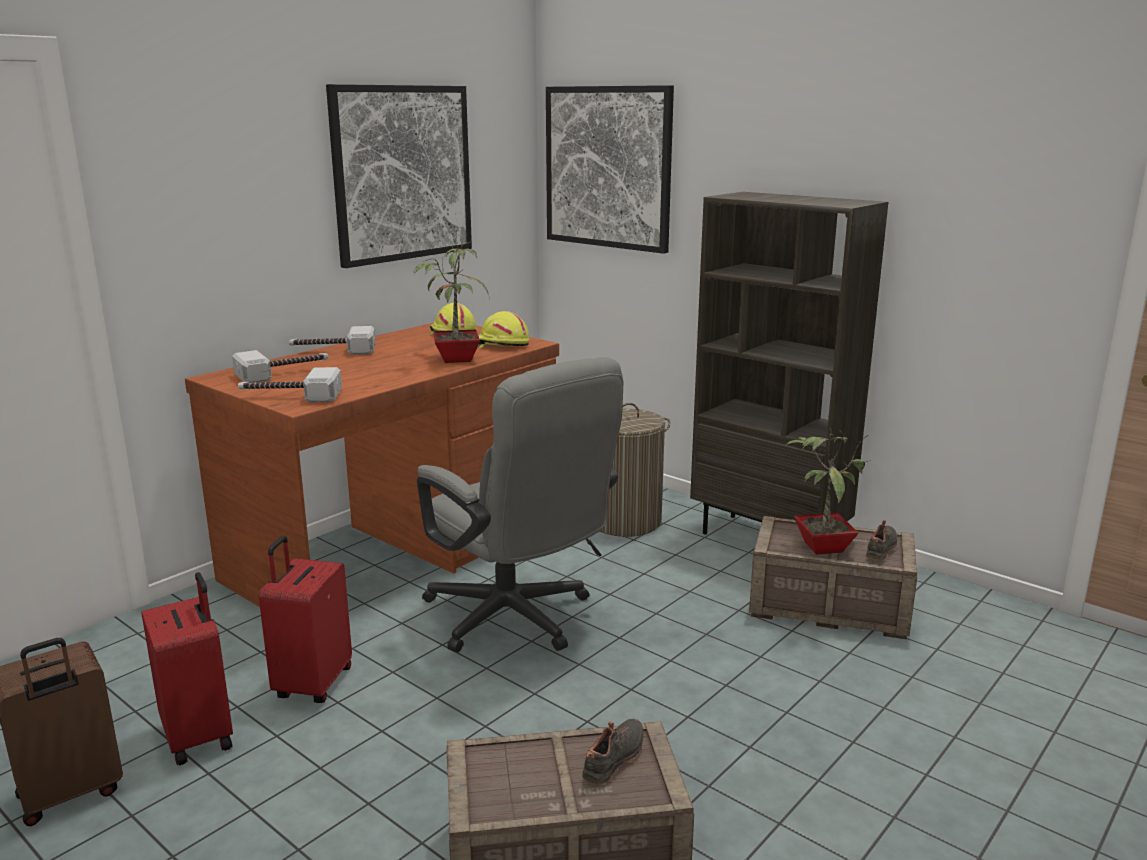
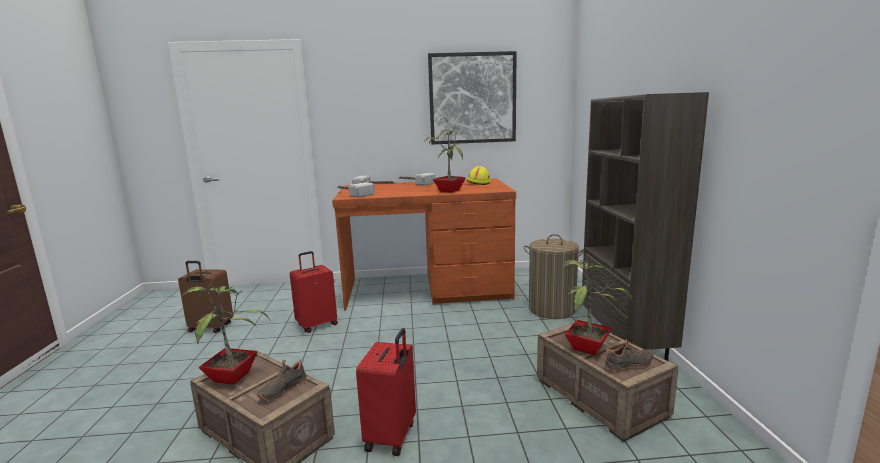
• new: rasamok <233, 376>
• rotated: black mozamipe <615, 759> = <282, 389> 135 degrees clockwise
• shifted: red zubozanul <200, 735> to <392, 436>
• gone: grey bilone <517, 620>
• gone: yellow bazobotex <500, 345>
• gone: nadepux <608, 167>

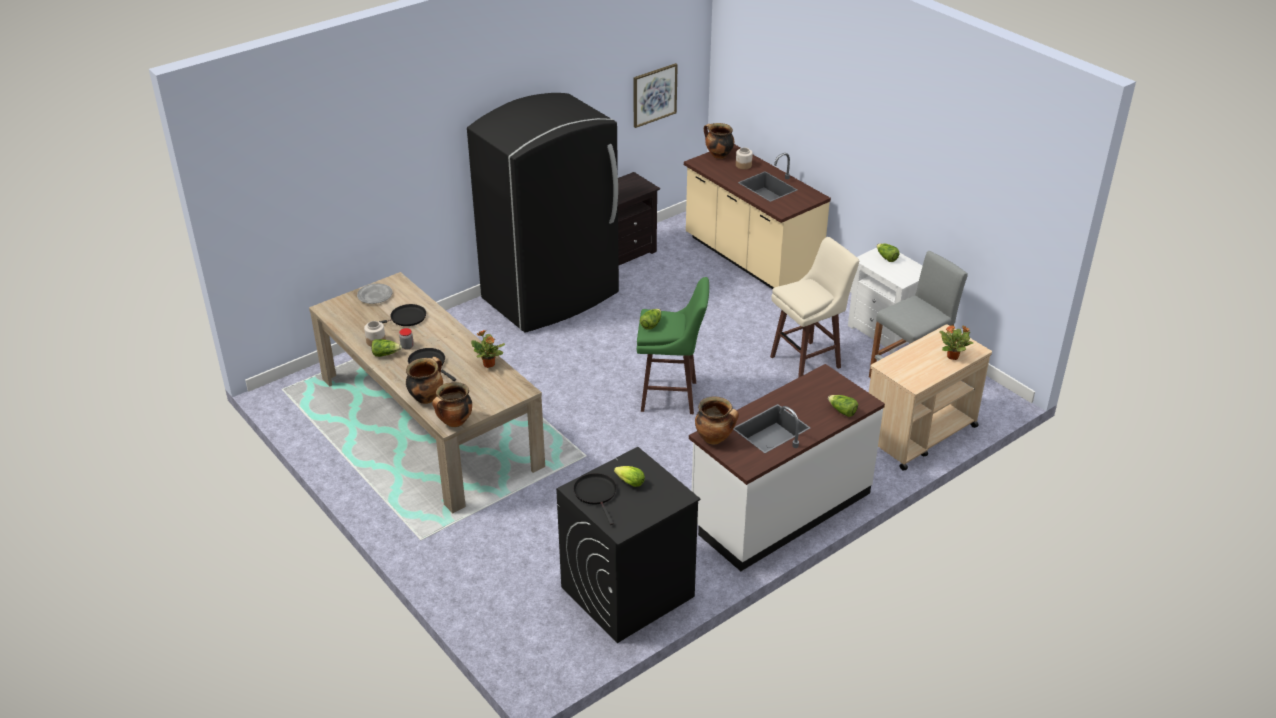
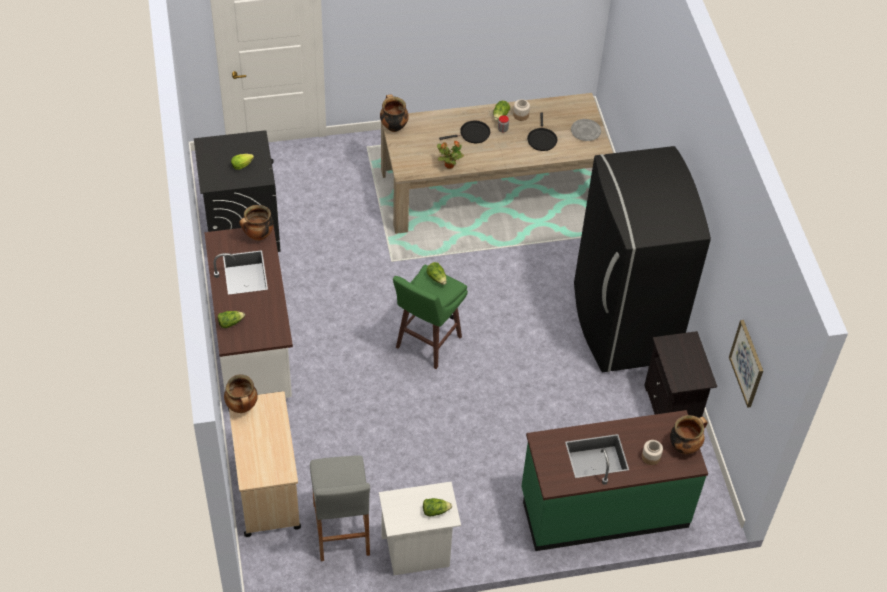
• shifted: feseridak <426, 397> to <242, 407>
• repainted: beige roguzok <750, 260> to green roguzok <603, 508>
• gone: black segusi <596, 494>
• gone: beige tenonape <807, 362>
• gone: rasamok <953, 356>

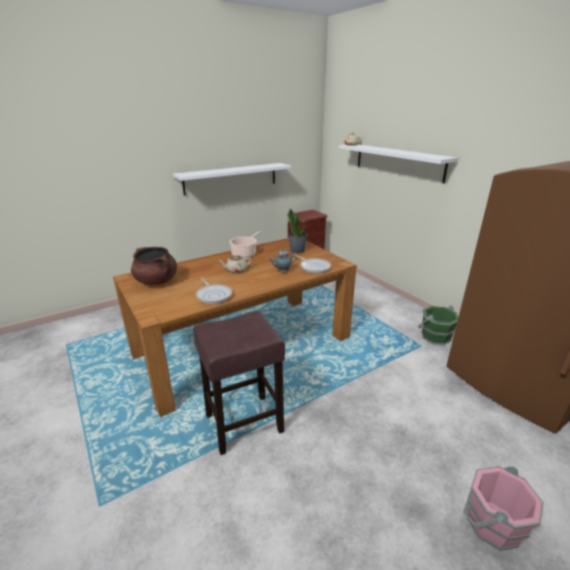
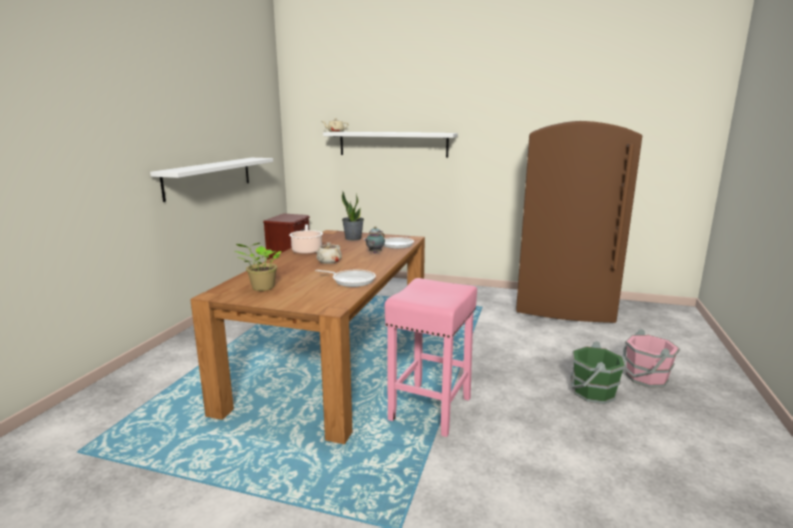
• swapped: brown feseridak <157, 281> to rasamok <261, 288>
• repainted: brown tenonape <242, 424> to pink tenonape <430, 410>
• shifted: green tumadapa <435, 336> to <592, 392>

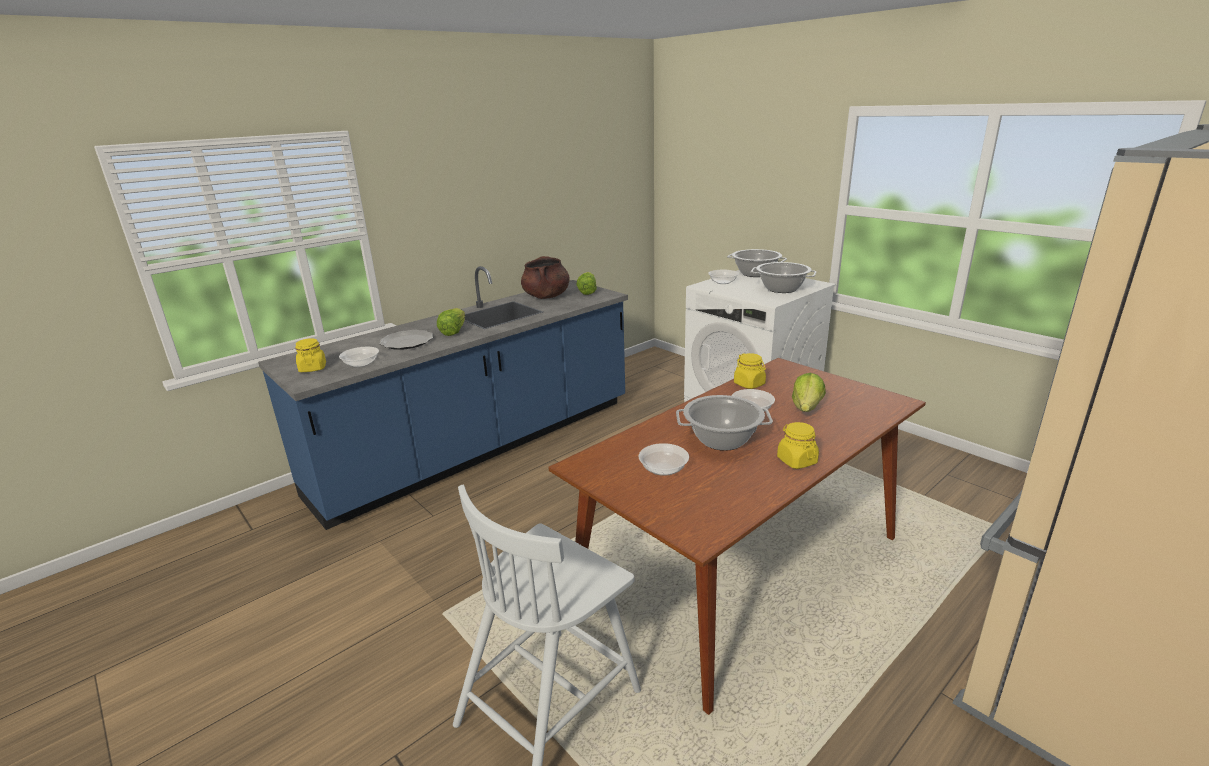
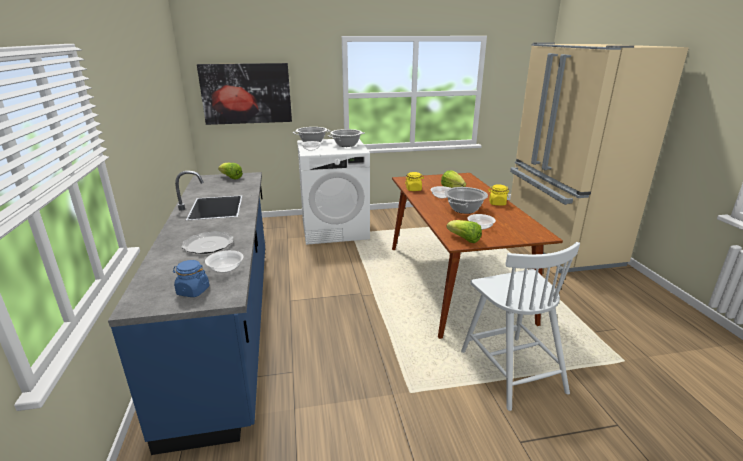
• repainted: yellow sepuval <313, 368> to blue sepuval <193, 291>
• new: nadepux <246, 93>
• shifted: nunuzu <453, 331> to <464, 239>
• gone: brown feseridak <546, 296>

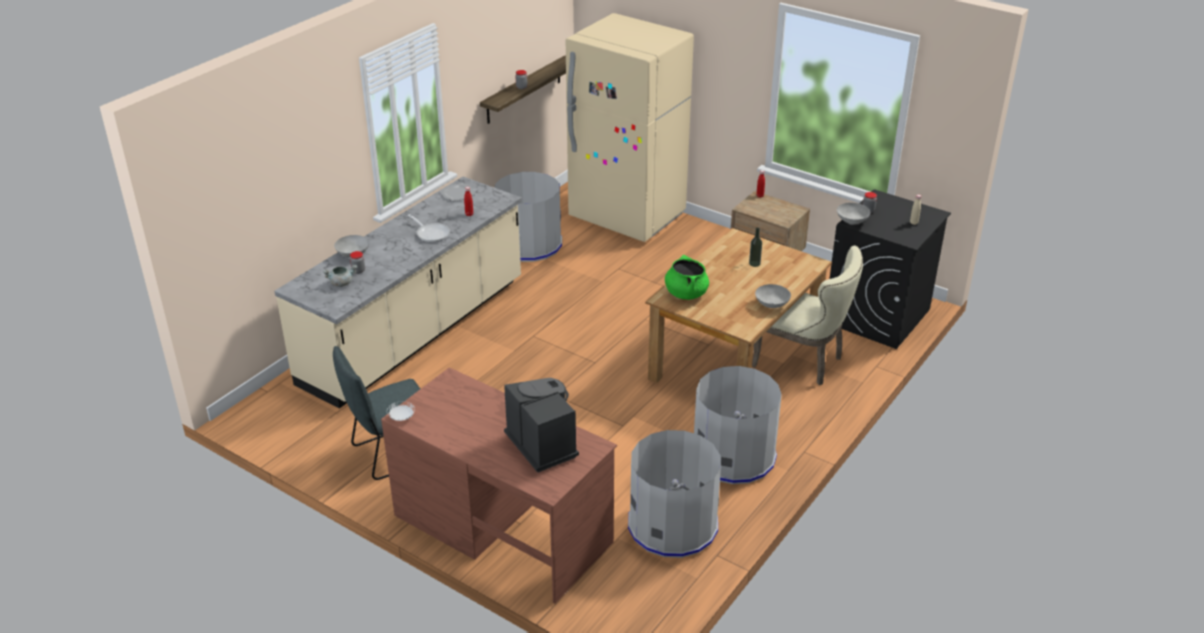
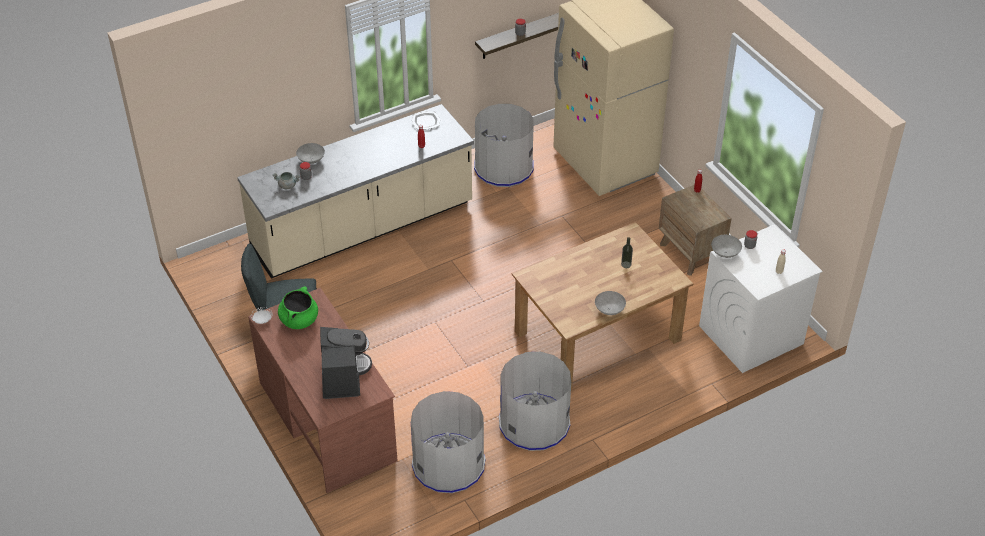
• shifted: green feseridak <686, 293> to <299, 320>
• repainted: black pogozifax <877, 316> to white pogozifax <750, 335>
• gone: segusi <431, 233>
• gone: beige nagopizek <803, 362>

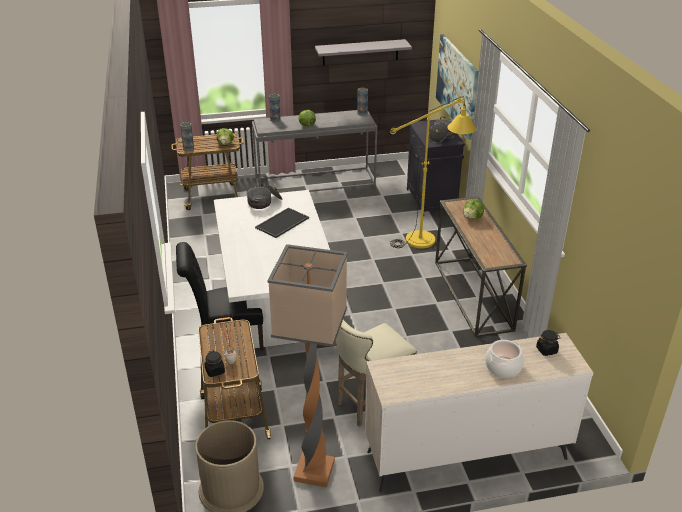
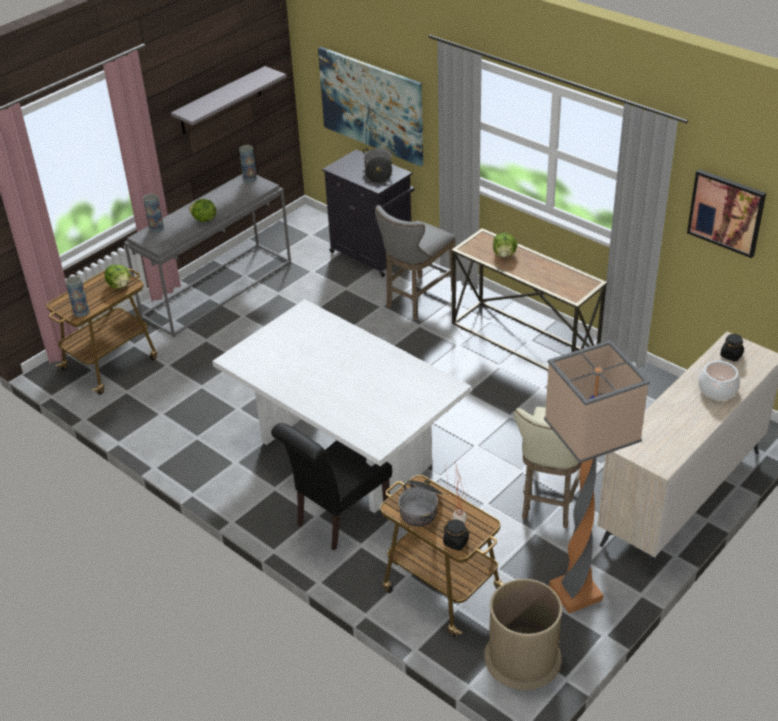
• swapped: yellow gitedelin <428, 239> to grey tenonape <416, 300>
• shifted: feseridak <264, 202> to <421, 508>
• new: nadepux <726, 212>
• gone: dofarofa <282, 223>

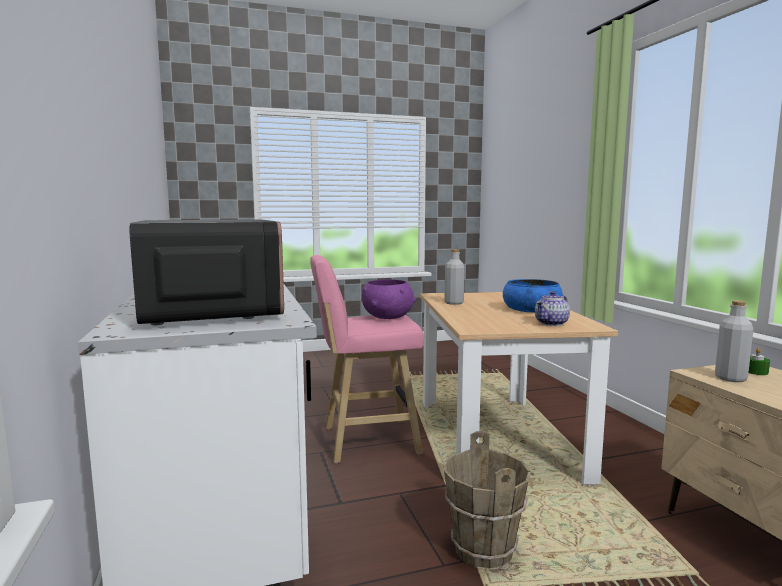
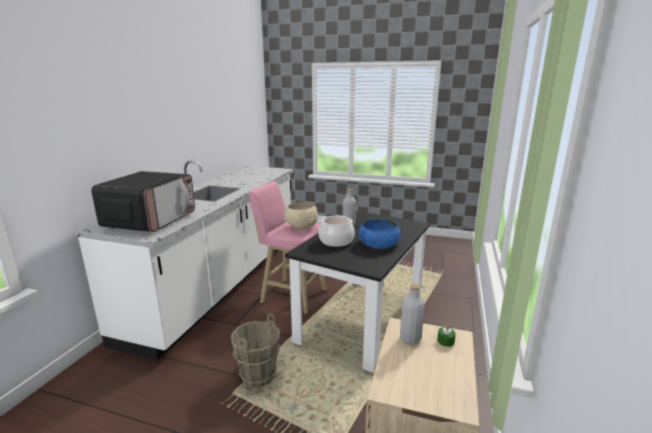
• repainted: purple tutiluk <387, 317> to beige tutiluk <301, 227>
• repainted: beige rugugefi <496, 438> to black rugugefi <361, 320>
• new: feseridak <336, 241>
• gone: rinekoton <552, 323>

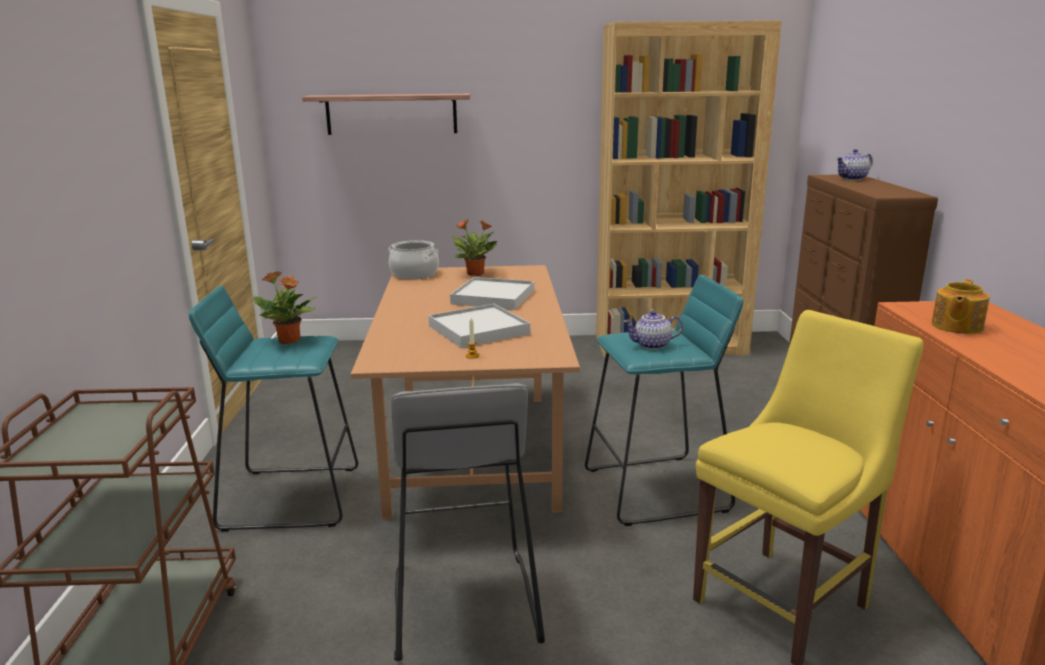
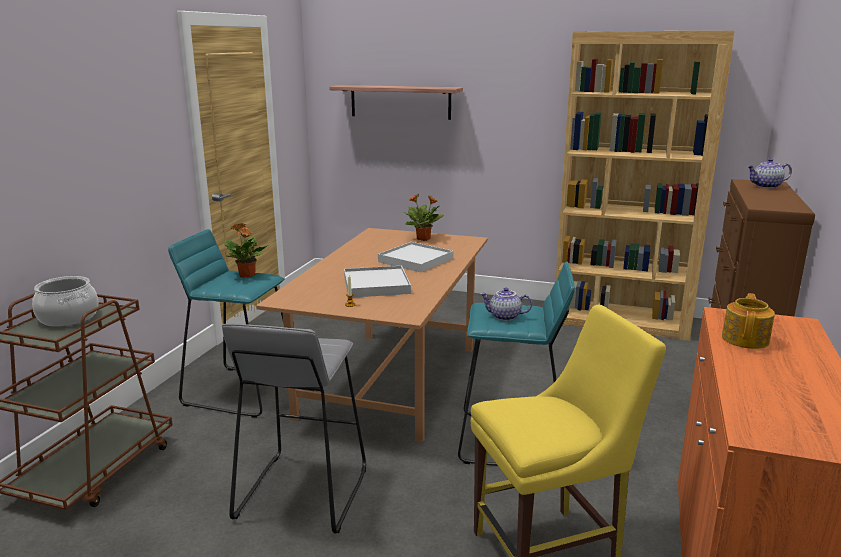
• shifted: feseridak <414, 274> to <68, 317>
• rotated: rinekoton <956, 326> = <746, 339> 150 degrees clockwise

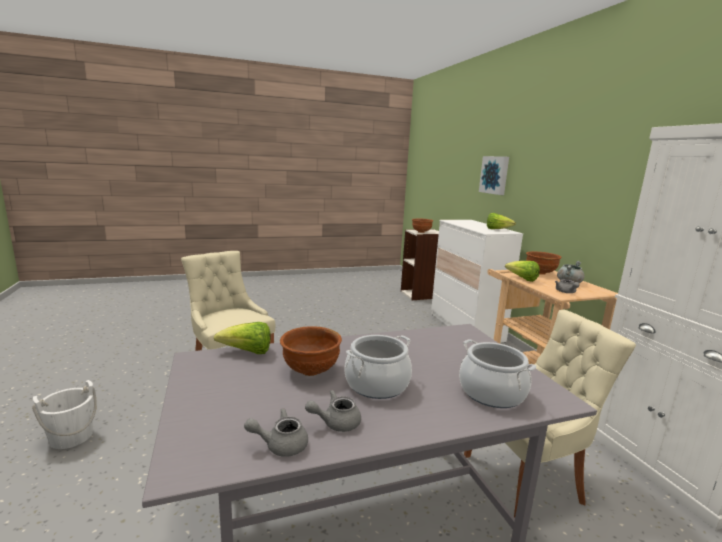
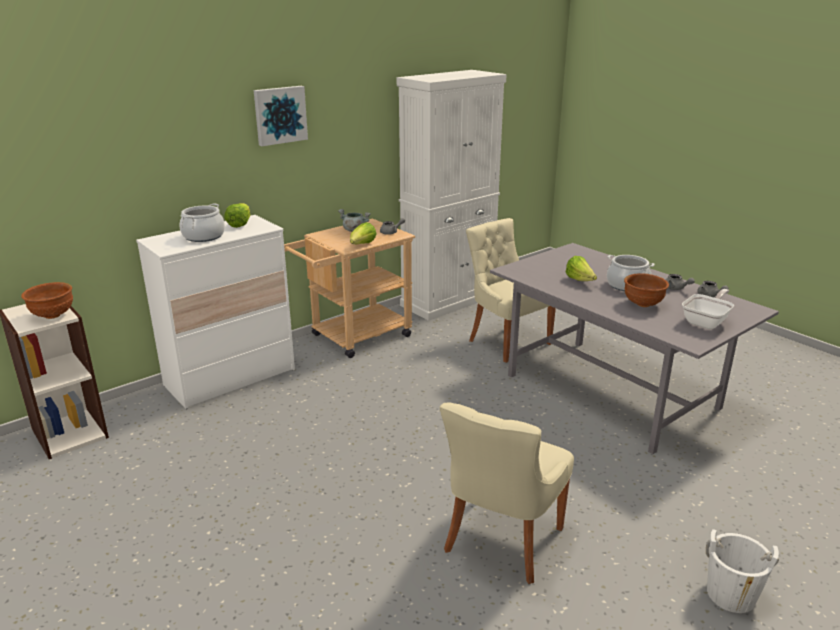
• shifted: feseridak <491, 393> to <204, 236>
• shifted: nadepux <495, 175> to <280, 115>
• shifted: nunuzu <247, 352> to <580, 280>
• new: segusi <707, 322>
• gone: brown tutiluk <540, 273>

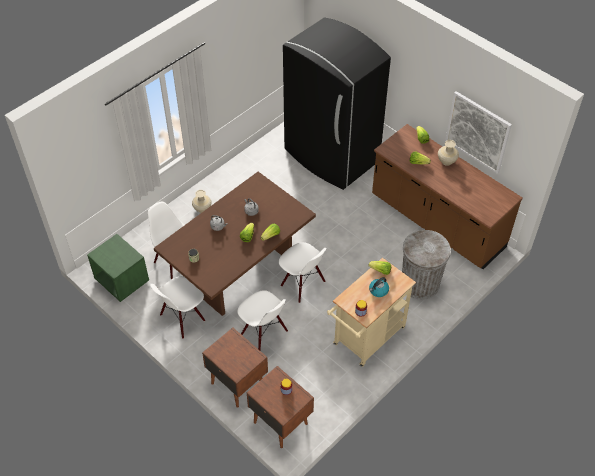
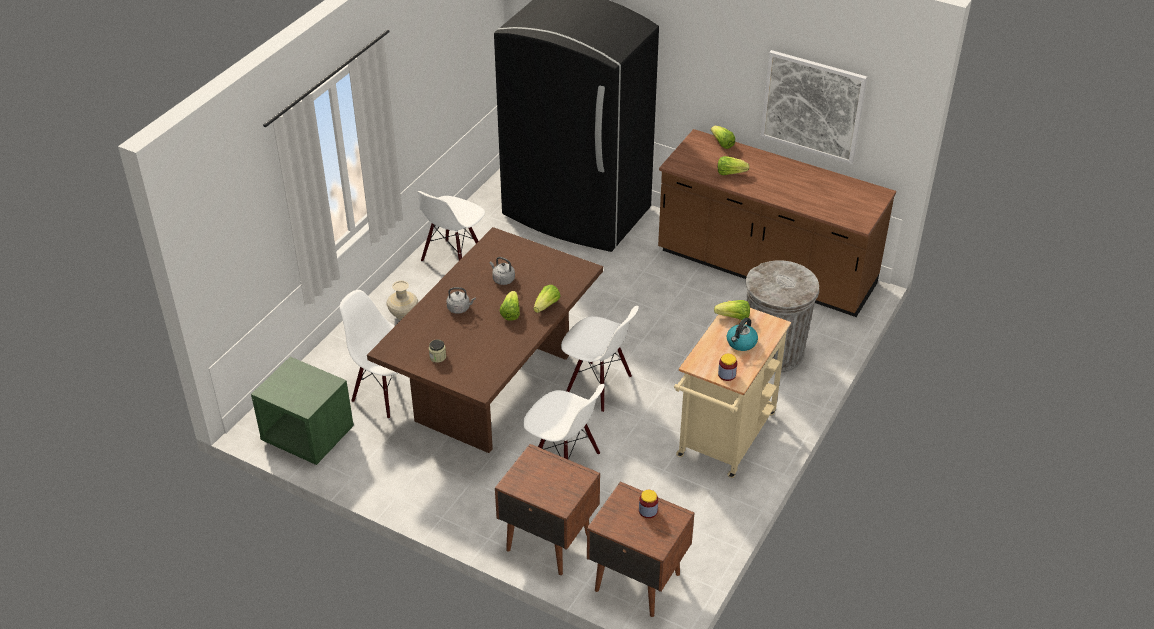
• shifted: white nagopizek <182, 318> to <453, 259>
• gone: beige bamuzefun <447, 161>

